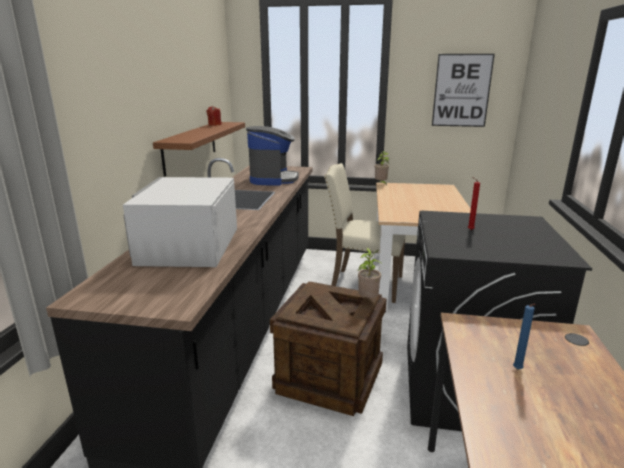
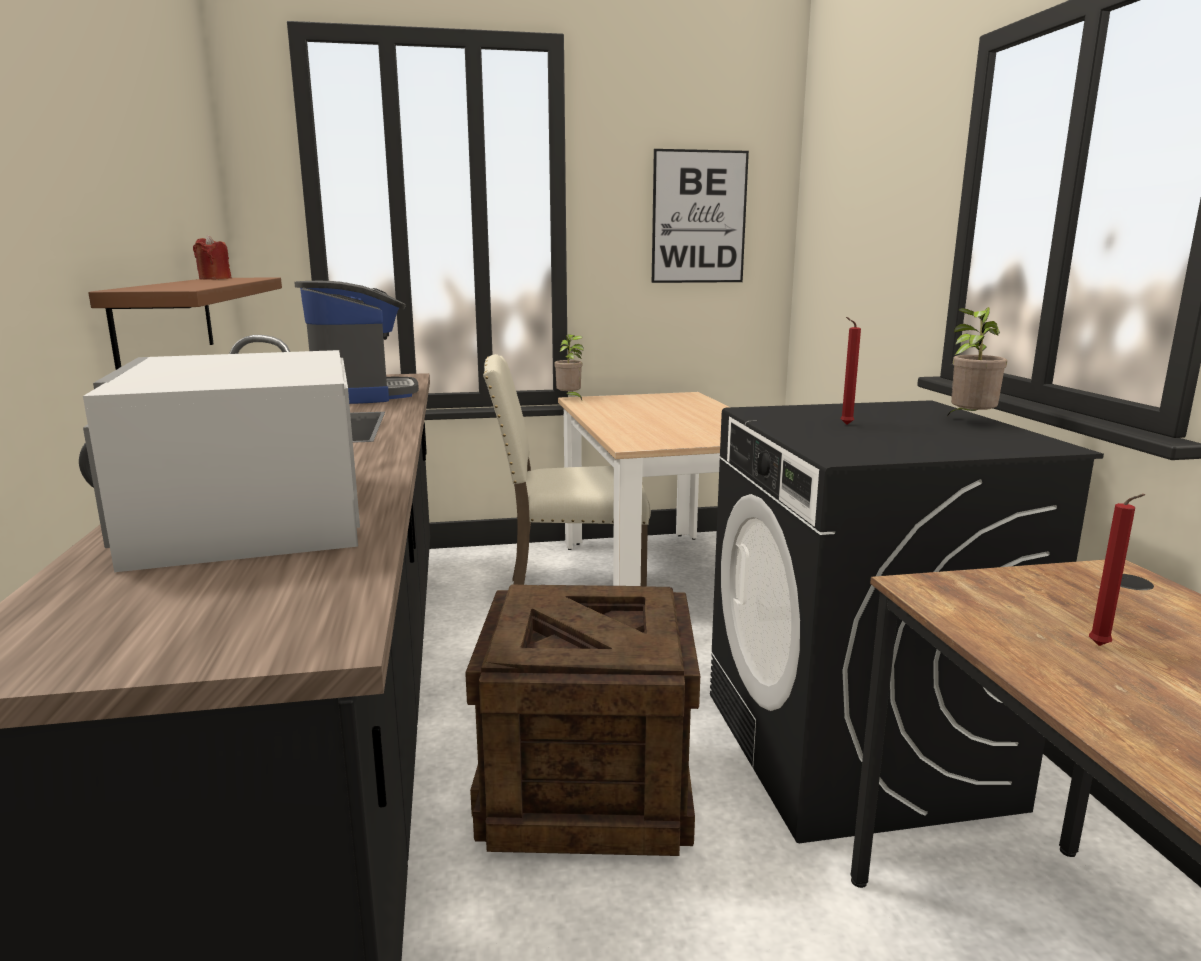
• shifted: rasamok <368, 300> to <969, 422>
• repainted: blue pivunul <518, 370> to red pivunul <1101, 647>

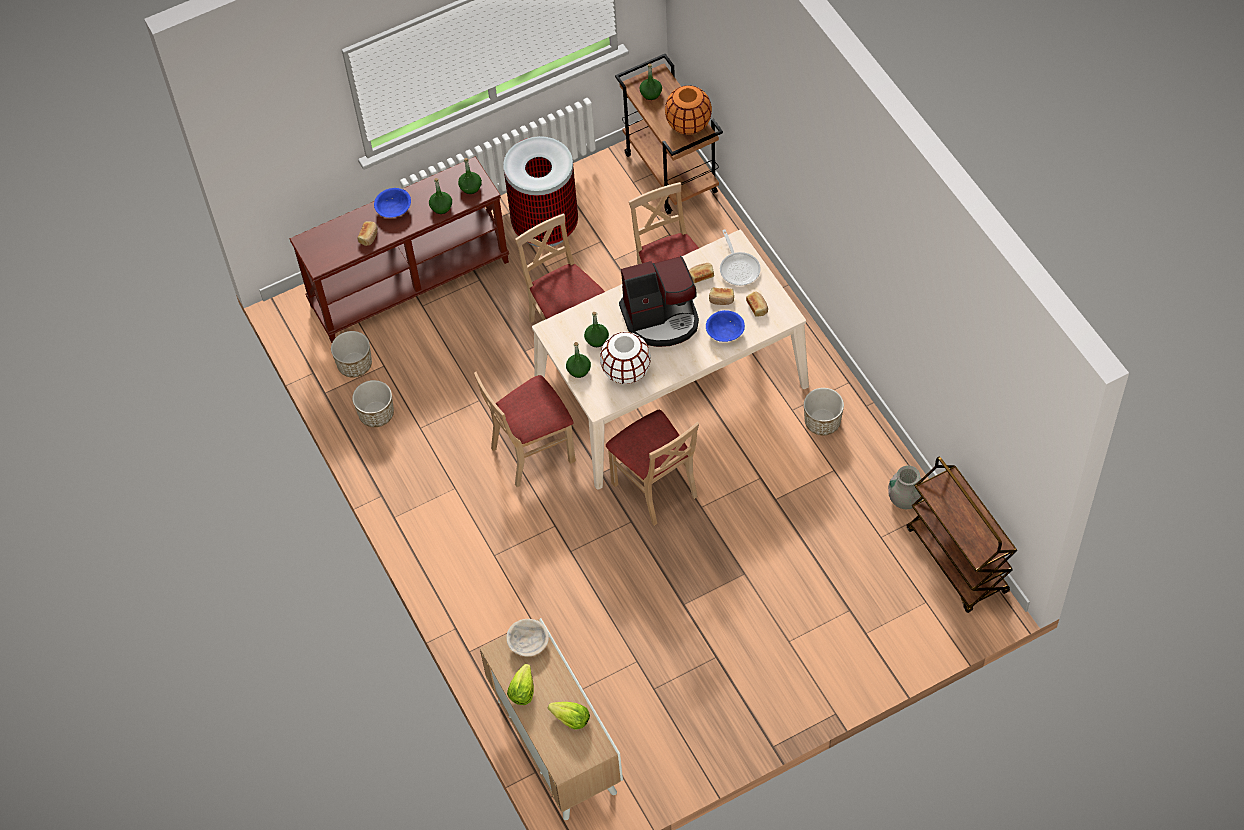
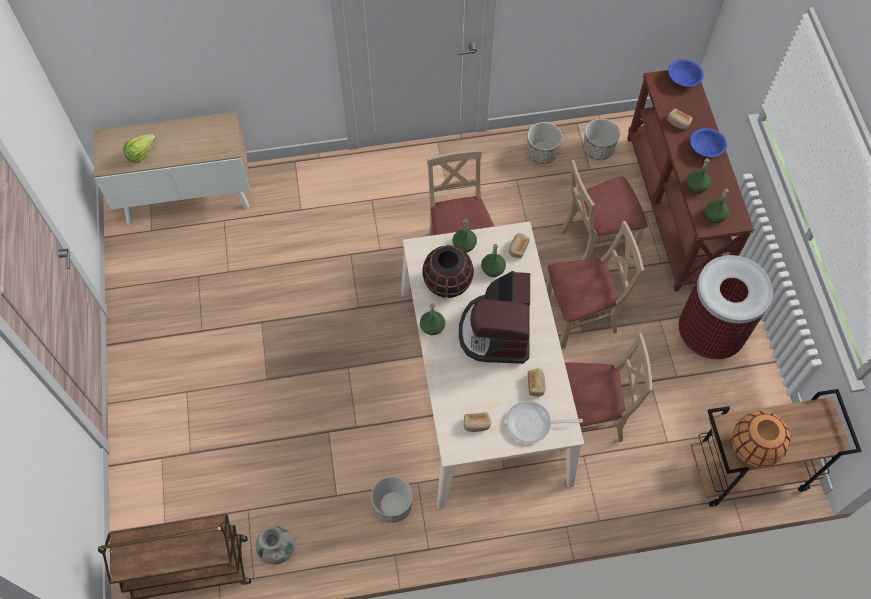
• shifted: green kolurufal <651, 93> to <432, 327>
• repainted: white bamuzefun <626, 371> to black bamuzefun <447, 283>
• shifted: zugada <721, 299> to <518, 248>
• shifted: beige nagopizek <655, 488> to <596, 244>
• shifted: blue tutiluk <725, 332> to <683, 79>
• gone: beige tutiluk <528, 642>
• gone: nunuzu <522, 691>

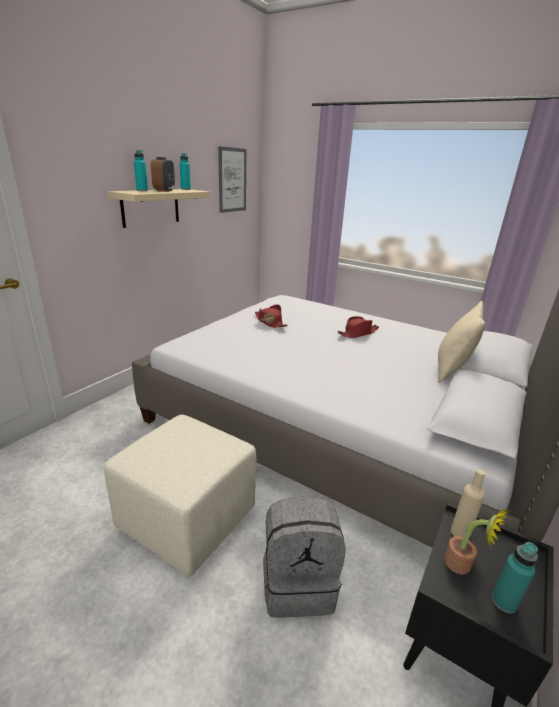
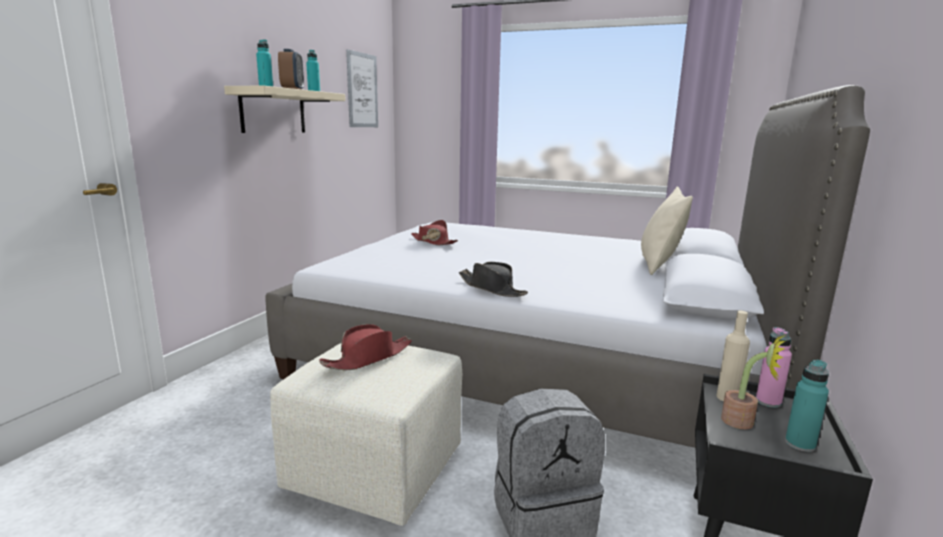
• shifted: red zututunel <358, 333> to <368, 358>
• new: black zututunel <492, 288>
• new: pink kolurufal <768, 402>

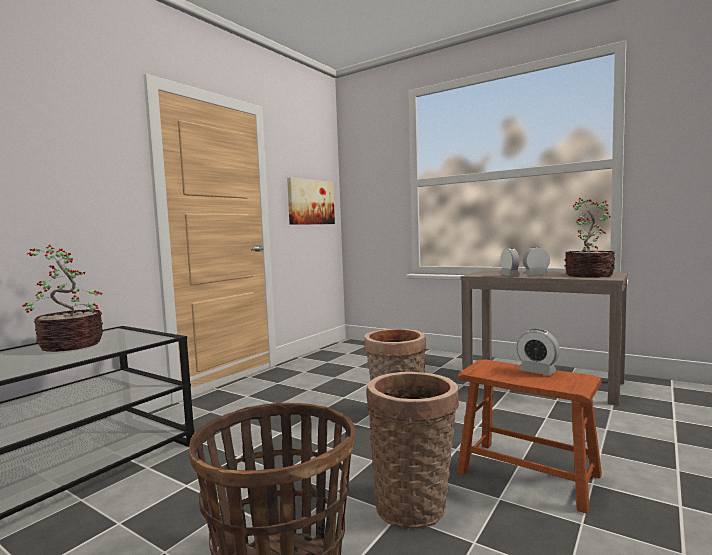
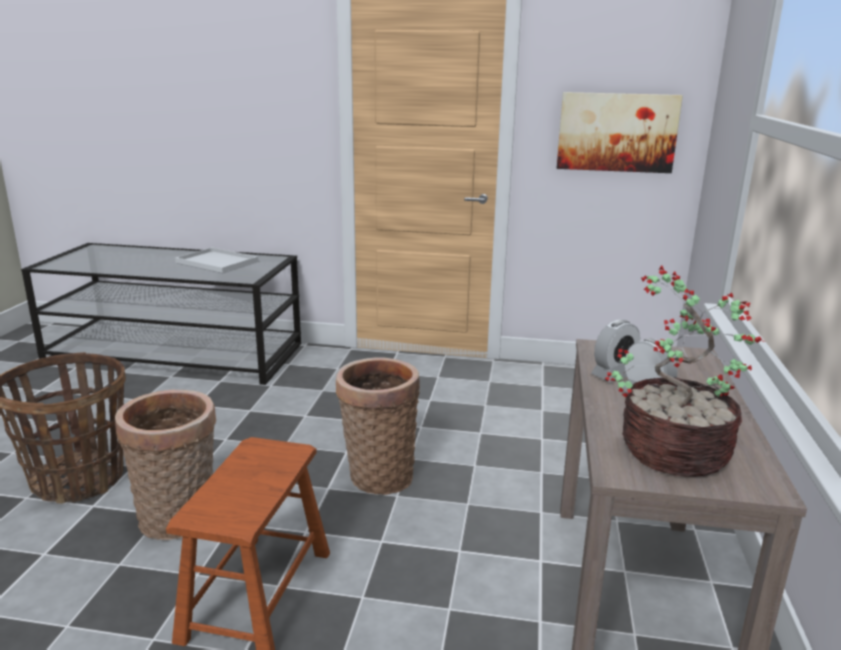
• swapped: rasamok <69, 345> to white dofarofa <218, 261>
• gone: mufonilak <537, 371>

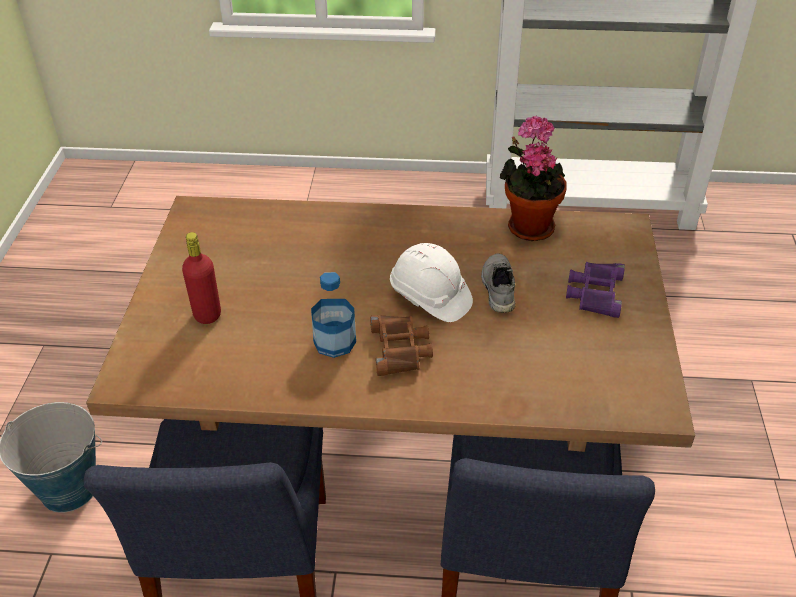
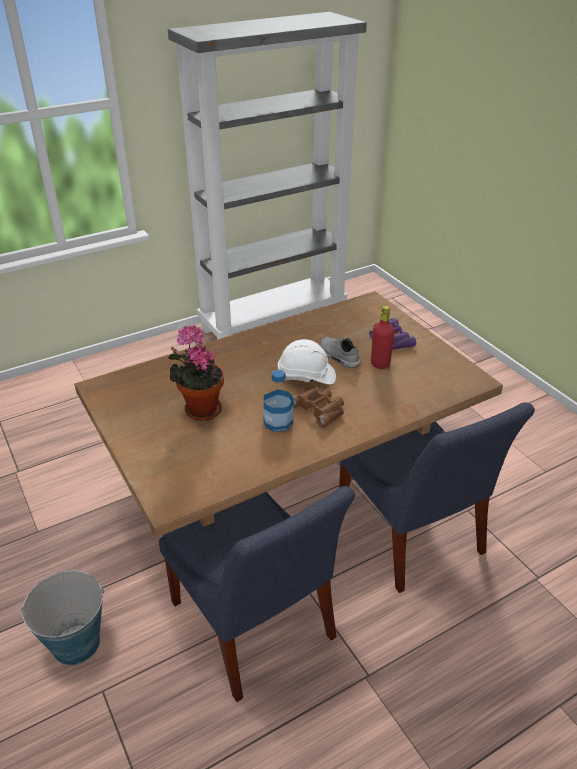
• shifted: rasamok <528, 225> to <200, 409>
• shifted: red kolurufal <207, 315> to <380, 364>

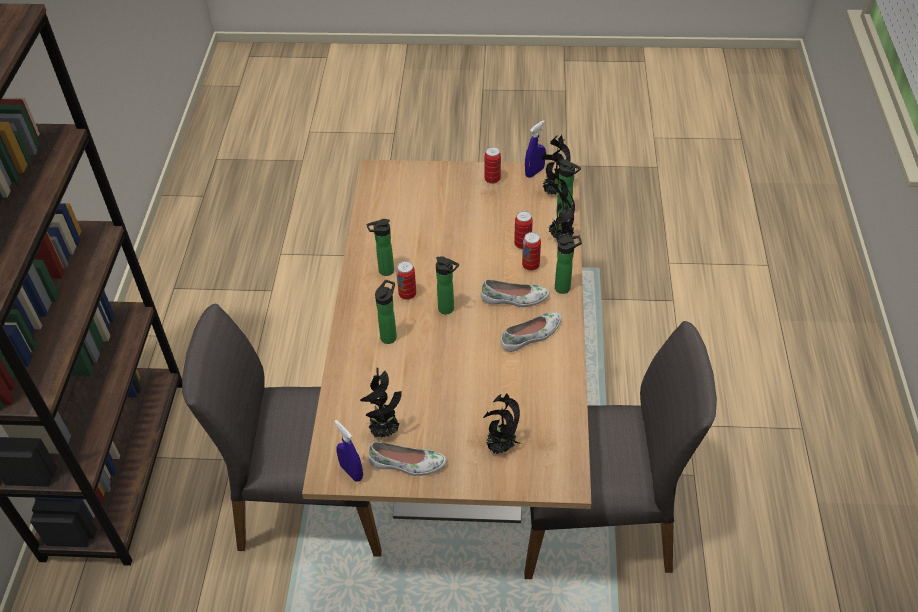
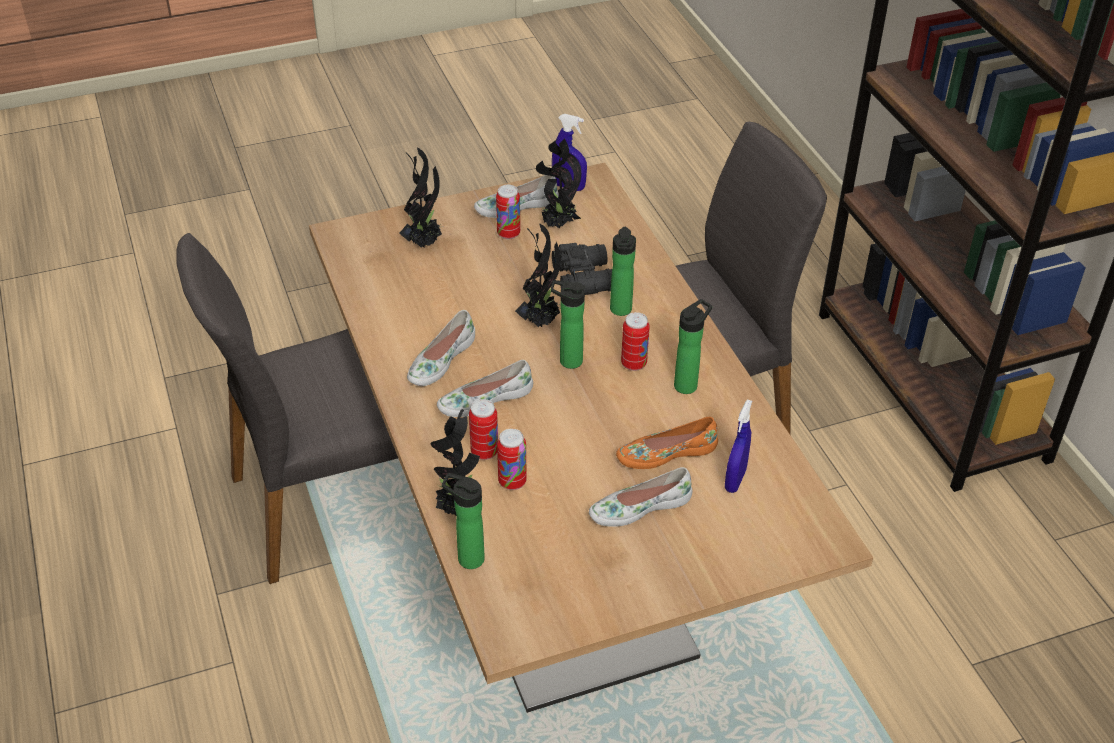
• shifted: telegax <492, 179> to <508, 234>
• shifted: rasamok <553, 192> to <541, 321>
• new: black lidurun <585, 277>
• new: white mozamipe <639, 506>
• new: orange mozamipe <666, 452>
• shifted: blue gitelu <534, 172> to <735, 480>
• gone: kolurufal <565, 287>

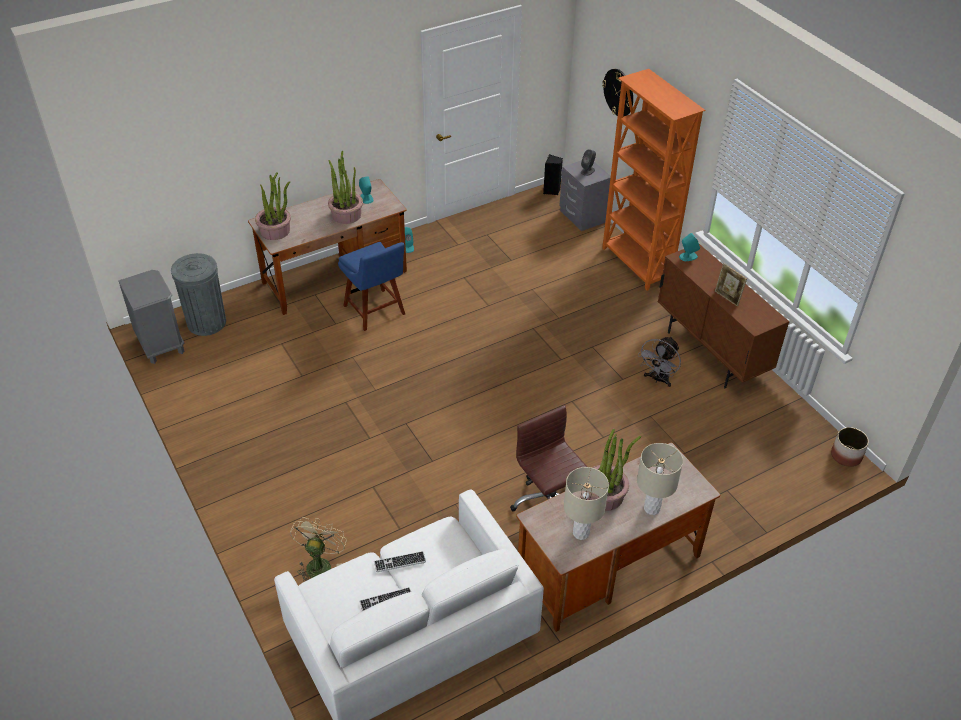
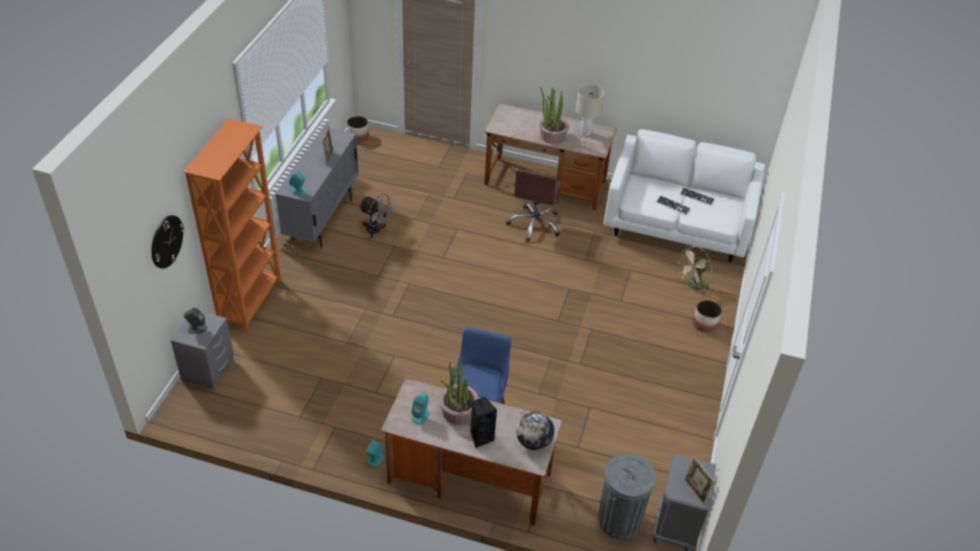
• repainted: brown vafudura <710, 353> to grey vafudura <322, 219>
• rotated: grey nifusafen <658, 379> = <376, 231> 45 degrees clockwise
• shifted: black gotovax <551, 191> to <481, 437>
• swapped: rasamok <275, 231> to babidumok <533, 442>
• new: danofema <695, 491>
• new: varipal <704, 324>
• gone: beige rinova <652, 508>

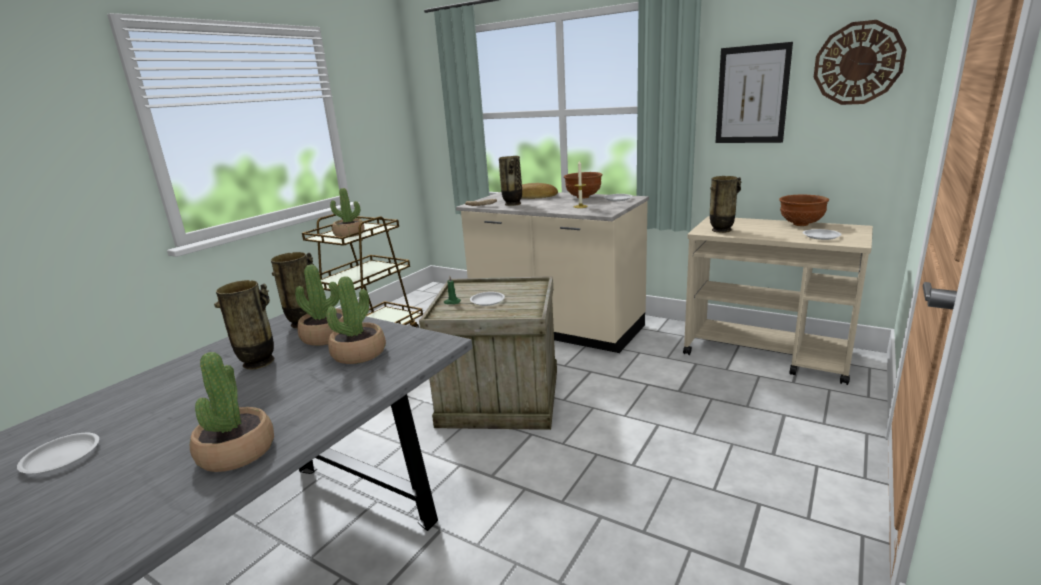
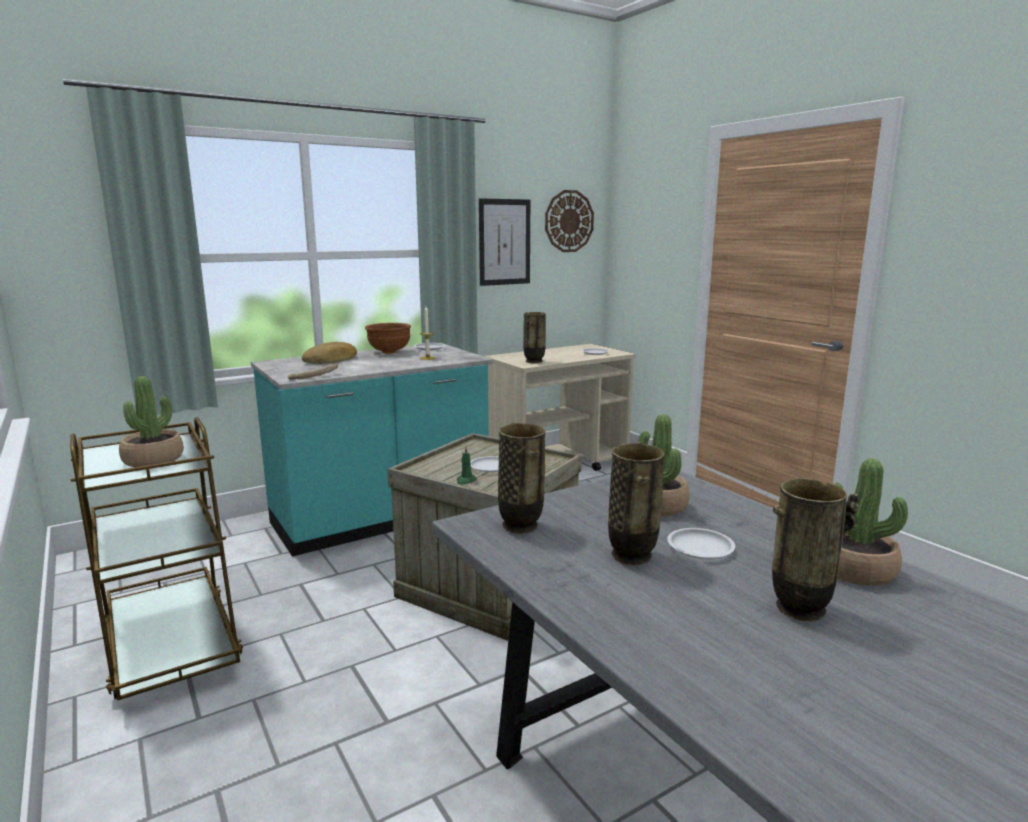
• repainted: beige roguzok <556, 328> to turquoise roguzok <381, 519>
• shifted: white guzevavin <62, 457> to <700, 547>
• shifted: bamuzefun <512, 204> to <800, 610>
• gone: rasamok <326, 336>
• gone: brown tutiluk <800, 224>

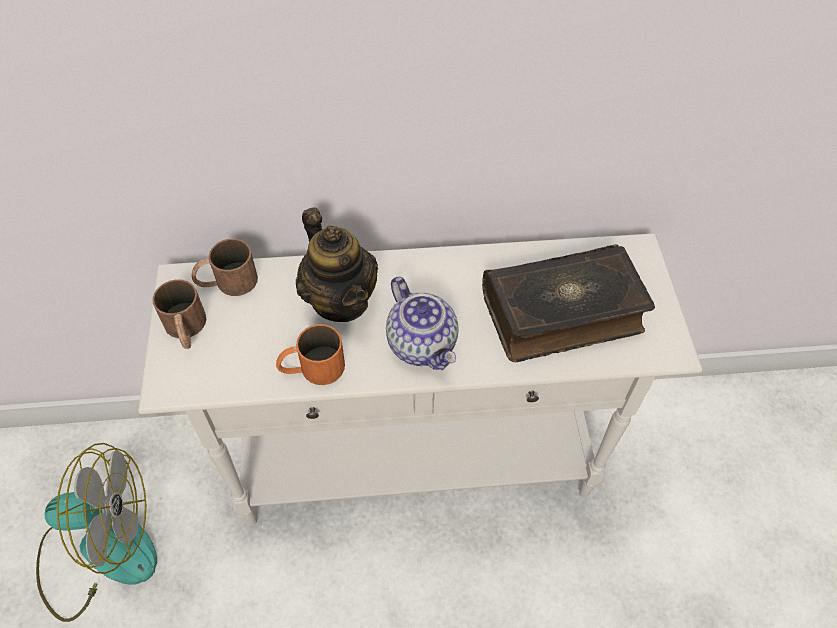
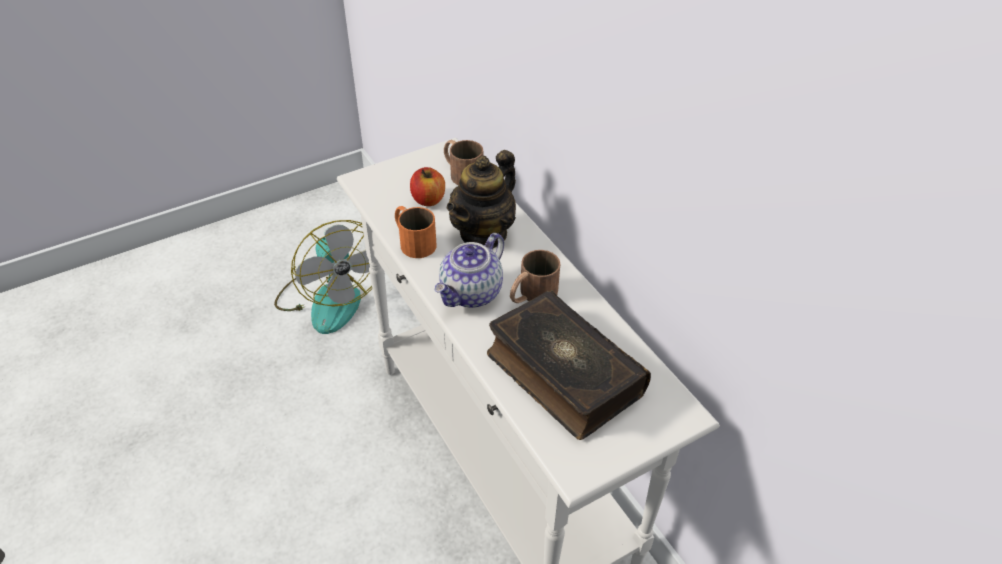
• new: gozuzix <428, 199>
• shifted: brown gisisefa <186, 330> to <531, 294>

